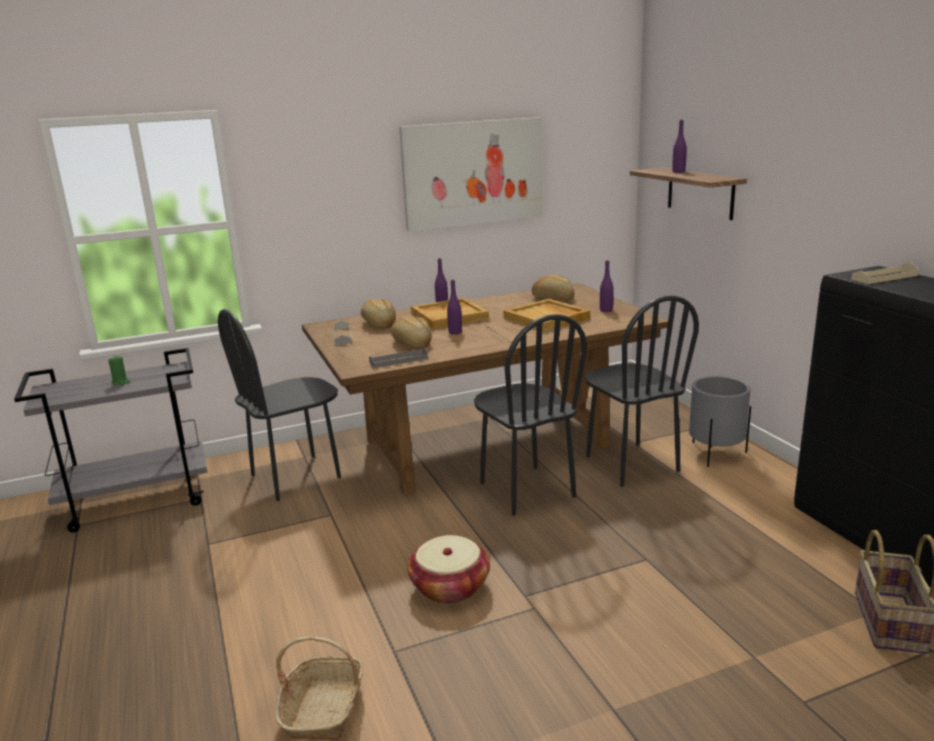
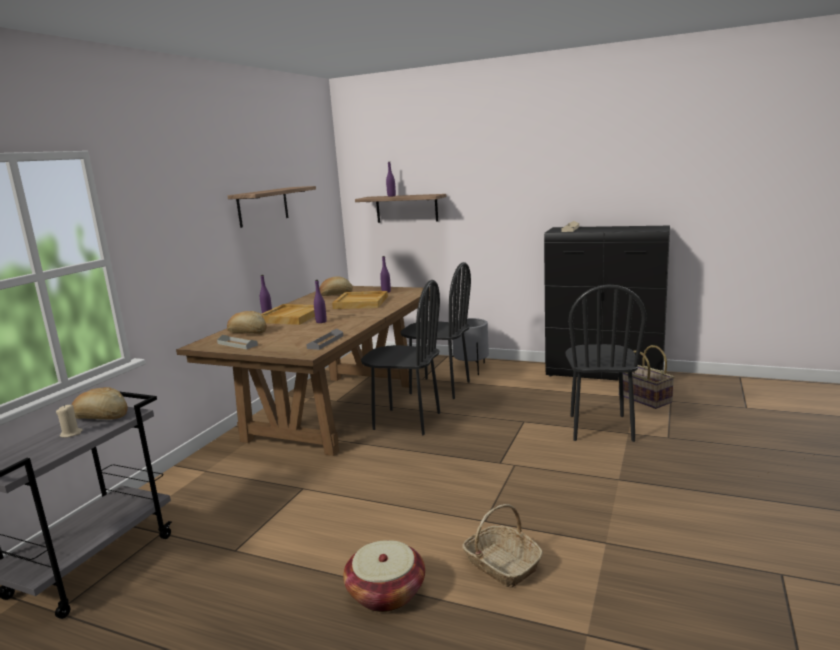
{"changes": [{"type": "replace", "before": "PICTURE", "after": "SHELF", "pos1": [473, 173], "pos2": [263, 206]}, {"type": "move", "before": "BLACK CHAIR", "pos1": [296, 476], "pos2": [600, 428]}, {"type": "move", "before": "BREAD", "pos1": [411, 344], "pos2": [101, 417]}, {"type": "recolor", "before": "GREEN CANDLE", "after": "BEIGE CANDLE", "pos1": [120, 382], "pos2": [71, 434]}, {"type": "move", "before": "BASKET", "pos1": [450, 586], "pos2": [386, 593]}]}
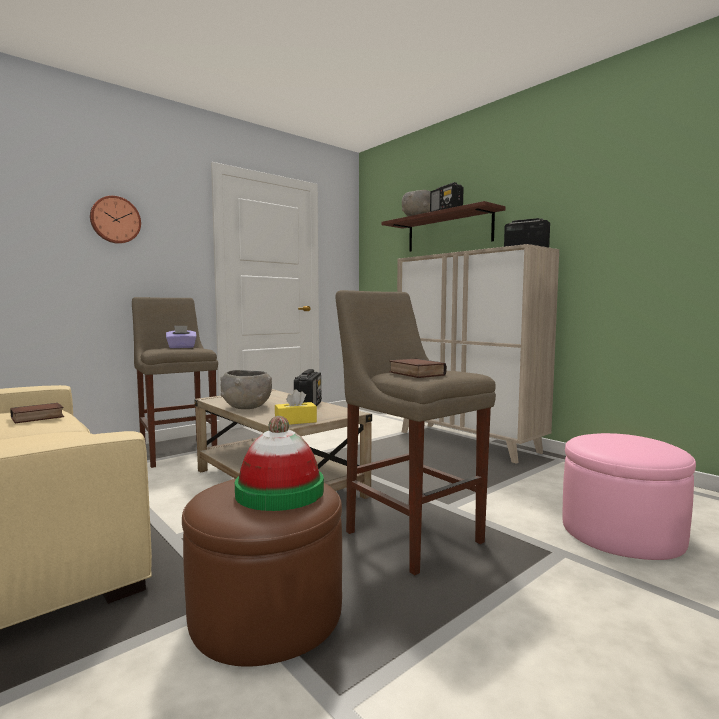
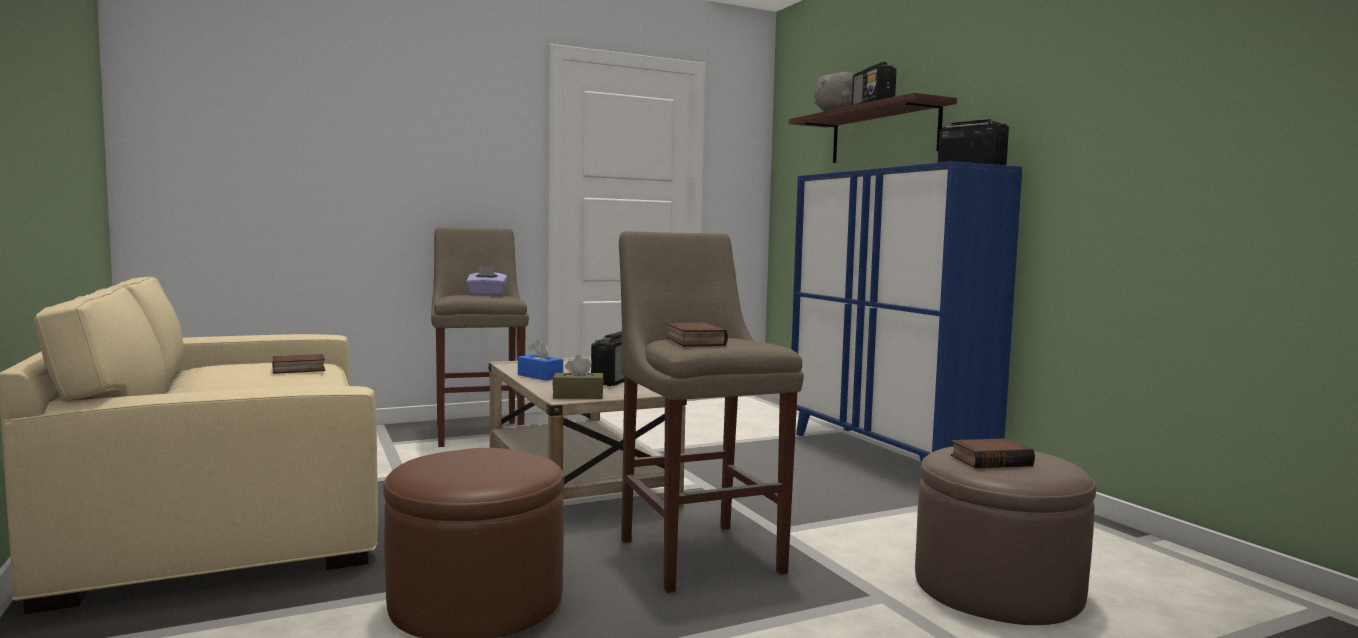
{"changes": [{"type": "delete", "before": "WALL CLOCK", "pos1": [115, 220]}, {"type": "recolor", "before": "BEIGE CABINET", "after": "BLUE CABINET", "pos1": [467, 442], "pos2": [884, 456]}, {"type": "replace", "before": "GREY BOWL", "after": "BLUE TISSUE BOX", "pos1": [247, 407], "pos2": [540, 376]}, {"type": "recolor", "before": "YELLOW TISSUE BOX", "after": "BROWN TISSUE BOX", "pos1": [295, 421], "pos2": [578, 396]}, {"type": "delete", "before": "HAT", "pos1": [280, 492]}, {"type": "recolor", "before": "PINK OTTOMAN", "after": "BROWN OTTOMAN", "pos1": [621, 532], "pos2": [997, 588]}, {"type": "insert", "after": "BOOK", "pos2": [990, 460]}]}
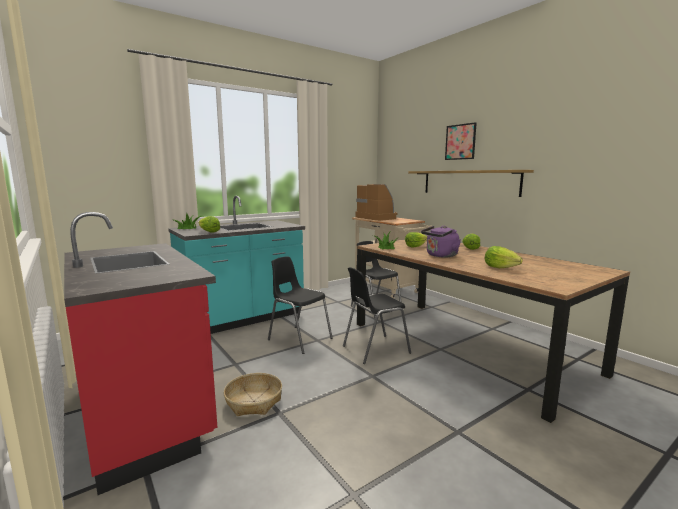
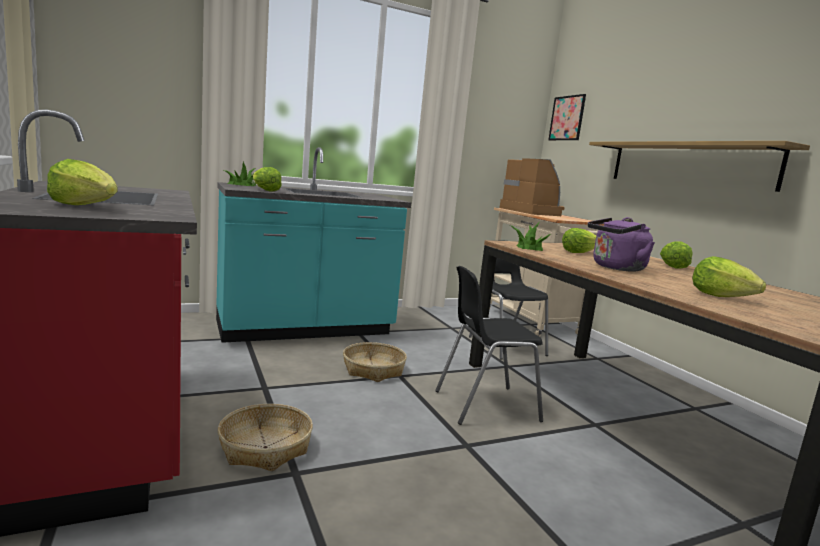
{"changes": [{"type": "move", "before": "PICTURE", "pos1": [460, 142], "pos2": [567, 118]}, {"type": "replace", "before": "BLACK CHAIR", "after": "BASKET", "pos1": [299, 339], "pos2": [373, 369]}, {"type": "insert", "after": "LETTUCE", "pos2": [86, 206]}]}
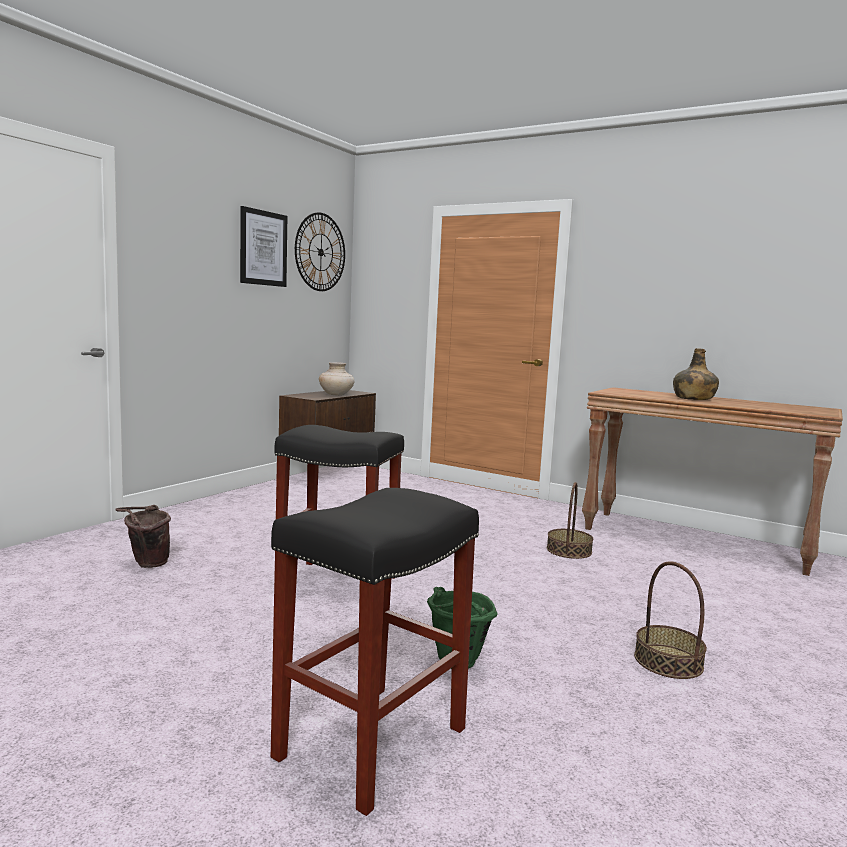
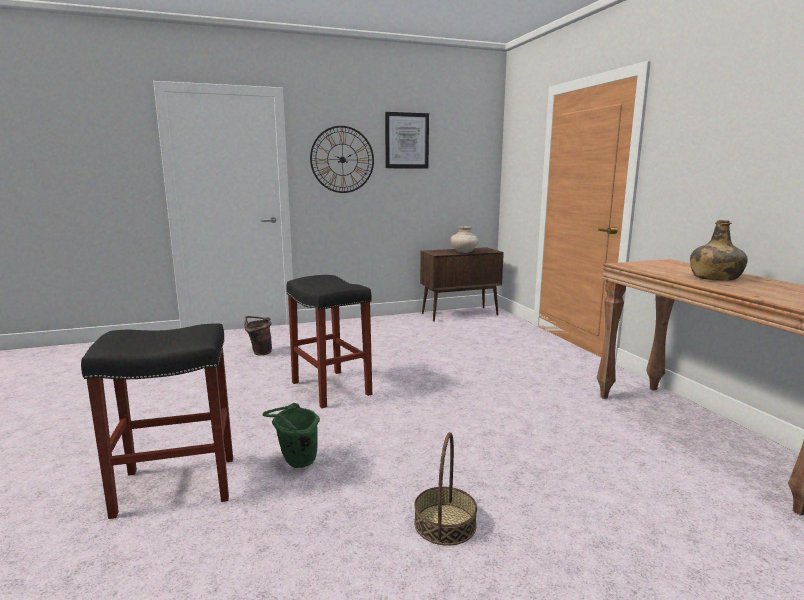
{"changes": [{"type": "move", "before": "WALL CLOCK", "pos1": [320, 252], "pos2": [342, 159]}, {"type": "delete", "before": "BASKET", "pos1": [568, 550]}]}
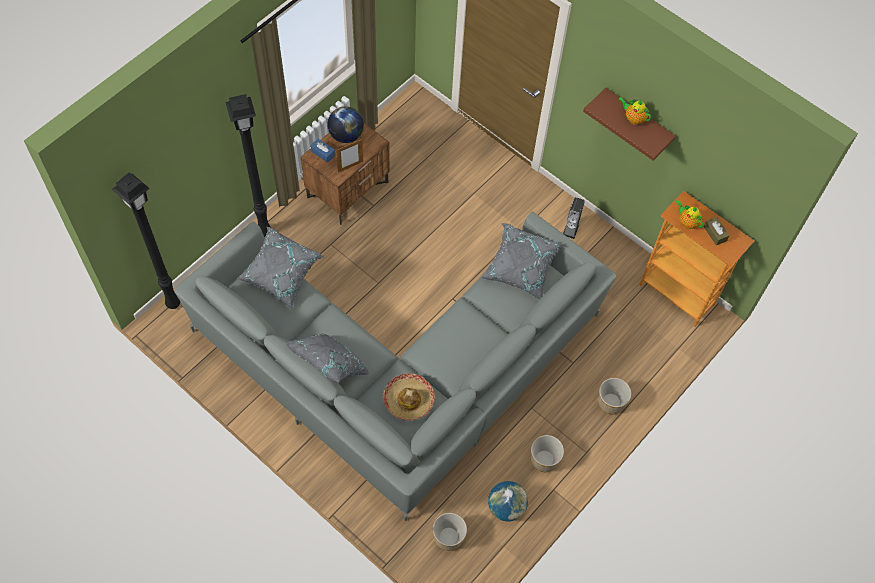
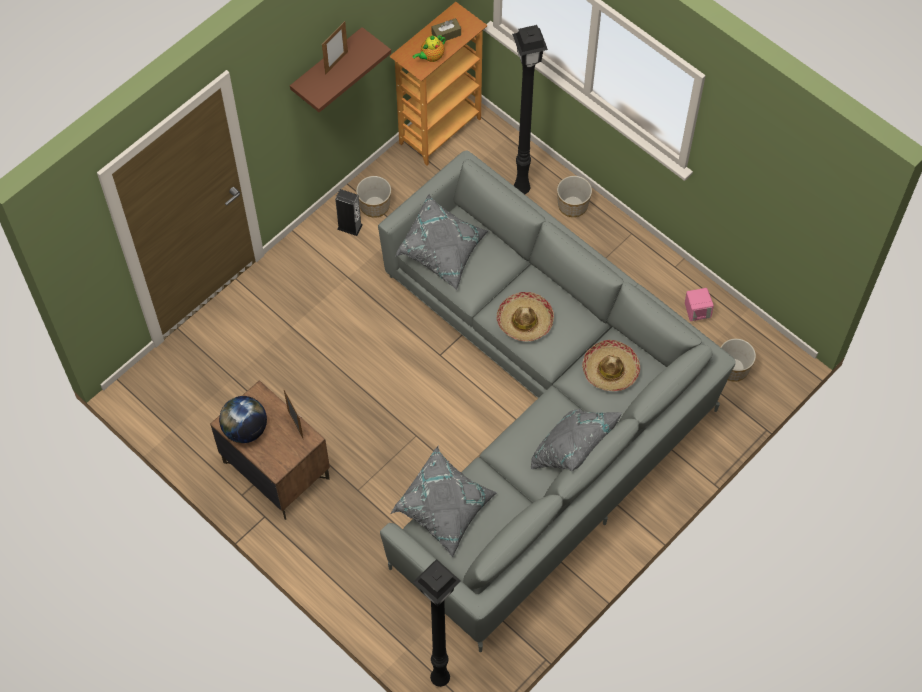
{"changes": [{"type": "move", "before": "BLACK FLOOR LAMP", "pos1": [265, 231], "pos2": [520, 189]}, {"type": "replace", "before": "TEAPOT", "after": "PICTURE FRAME", "pos1": [633, 118], "pos2": [336, 63]}, {"type": "delete", "before": "BLUE TISSUE BOX", "pos1": [323, 153]}, {"type": "move", "before": "PLANTER", "pos1": [544, 460], "pos2": [375, 206]}, {"type": "replace", "before": "GLOBE", "after": "PINK SPEAKER", "pos1": [506, 507], "pos2": [696, 312]}, {"type": "insert", "after": "HAT", "pos2": [525, 321]}]}
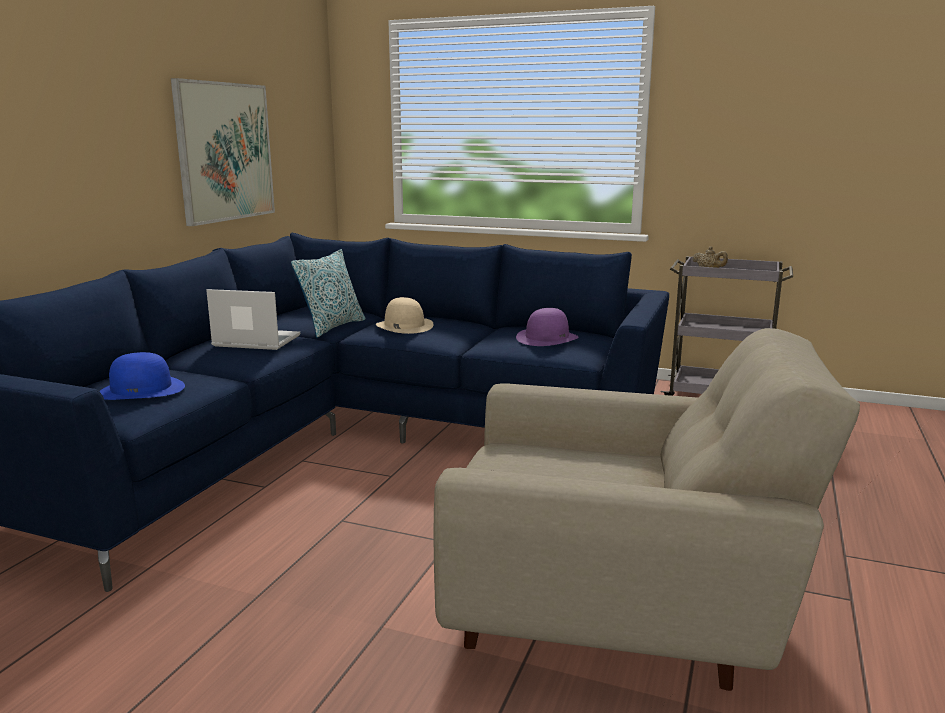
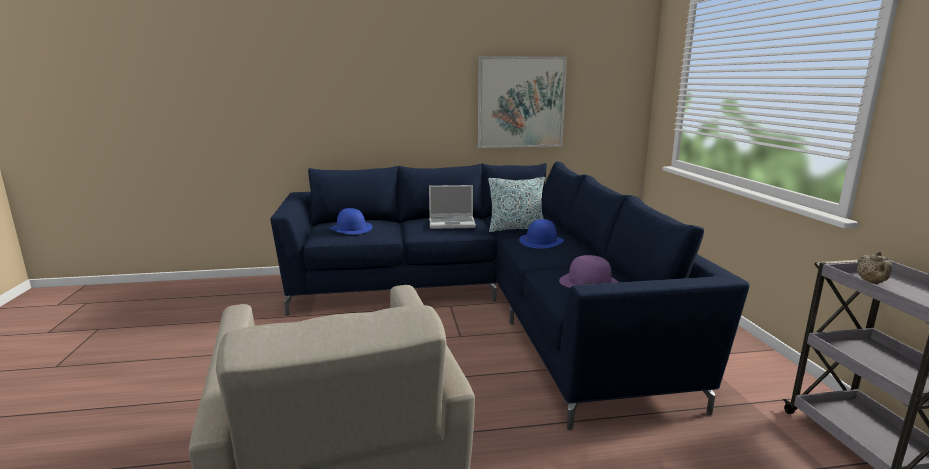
{"changes": [{"type": "rotate", "before": "LAPTOP", "pos1": [255, 341], "pos2": [452, 223], "turn": 105}, {"type": "recolor", "before": "BEIGE HAT", "after": "BLUE HAT", "pos1": [404, 326], "pos2": [541, 241]}]}
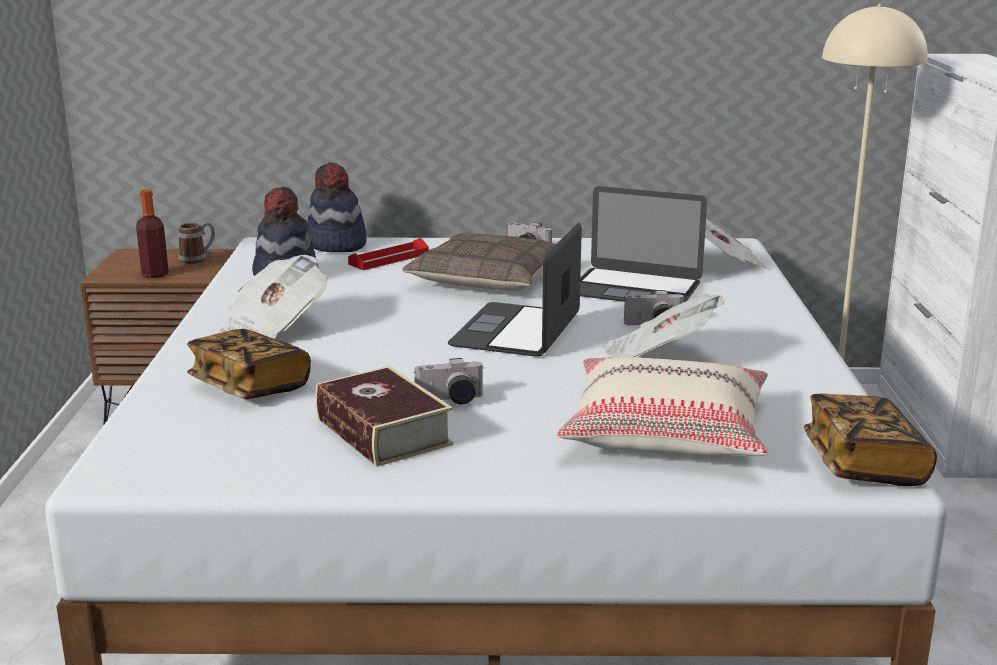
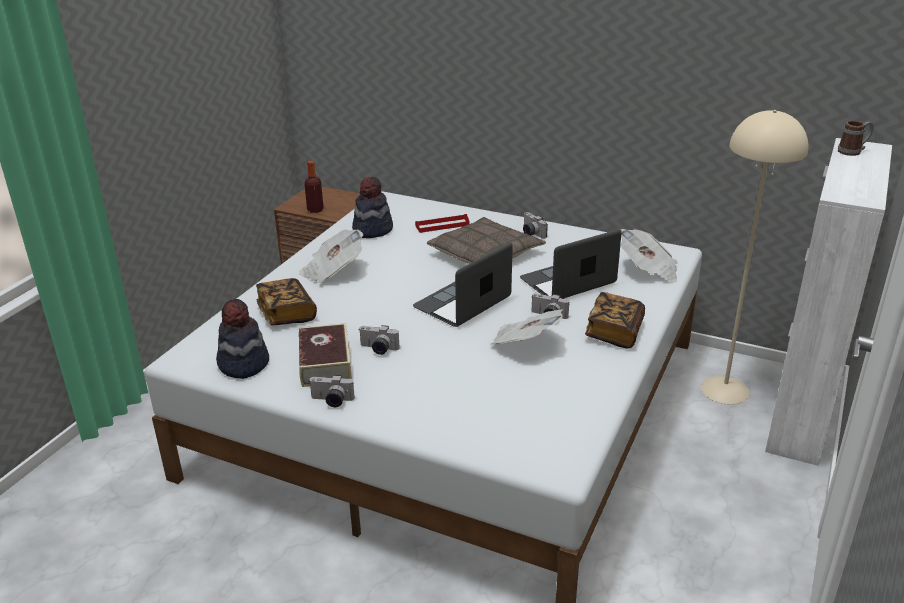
{"changes": [{"type": "move", "before": "HAT", "pos1": [336, 245], "pos2": [243, 363]}, {"type": "rotate", "before": "LAPTOP", "pos1": [635, 288], "pos2": [568, 281], "turn": 105}, {"type": "move", "before": "MUG", "pos1": [198, 259], "pos2": [853, 151]}, {"type": "delete", "before": "BEIGE PILLOW", "pos1": [666, 431]}, {"type": "move", "before": "BOOK", "pos1": [864, 464], "pos2": [614, 332]}, {"type": "insert", "after": "PHOTO CAMERA", "pos2": [331, 401]}]}
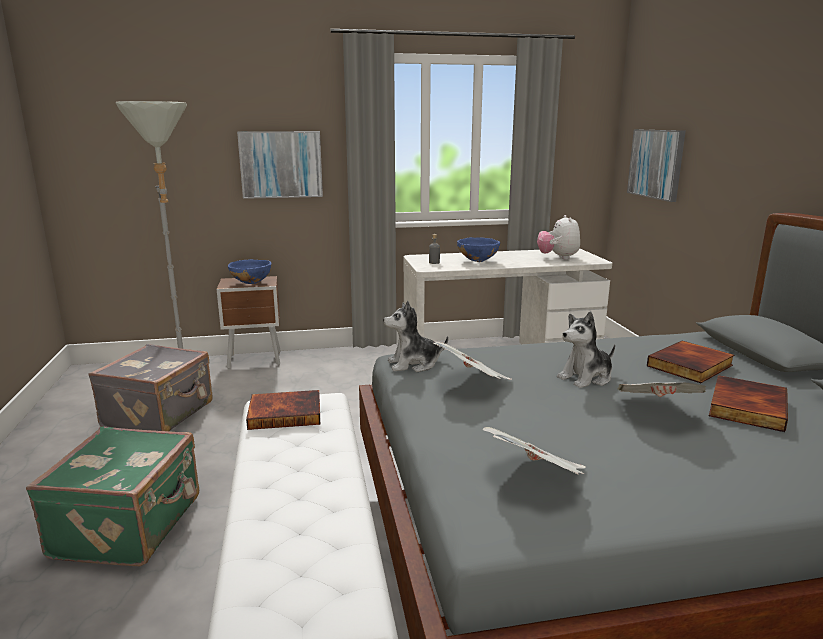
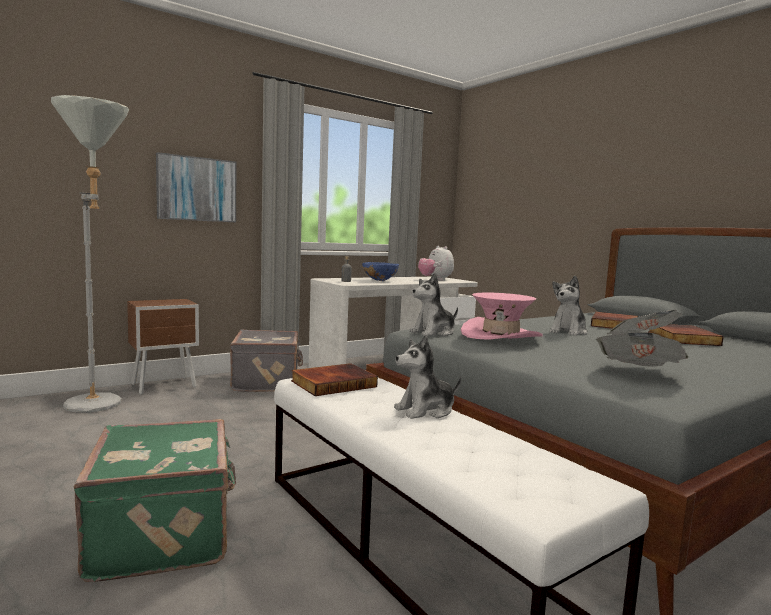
{"changes": [{"type": "delete", "before": "PICTURE", "pos1": [656, 164]}, {"type": "delete", "before": "BLUE BOWL", "pos1": [251, 283]}, {"type": "replace", "before": "NEWSPAPER", "after": "PINK HAT", "pos1": [471, 380], "pos2": [500, 335]}, {"type": "move", "before": "GREY SUITCASE", "pos1": [160, 415], "pos2": [267, 382]}, {"type": "insert", "after": "PLUSH TOY", "pos2": [426, 410]}]}
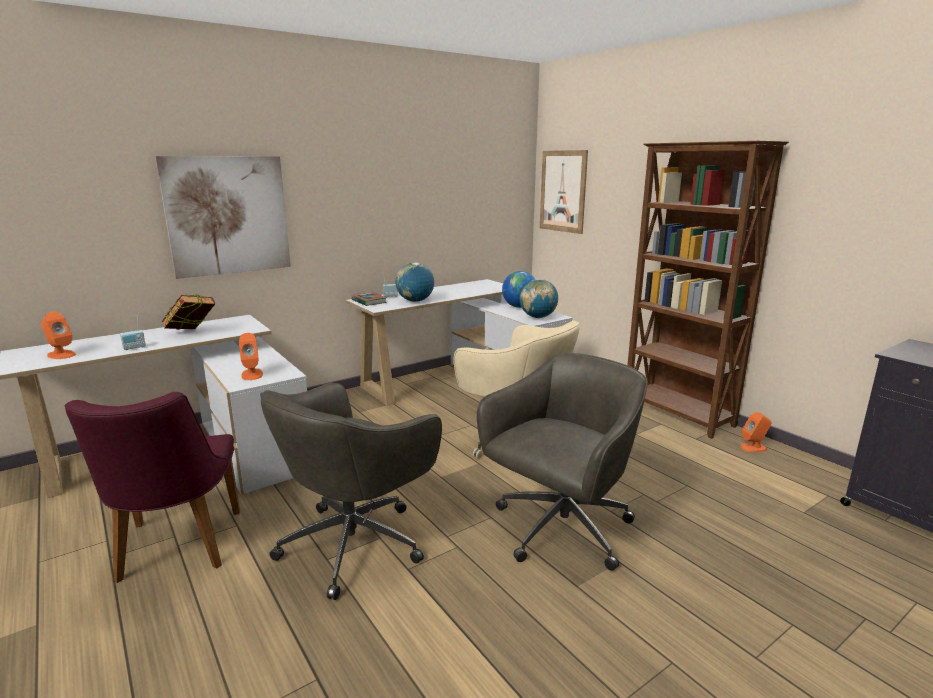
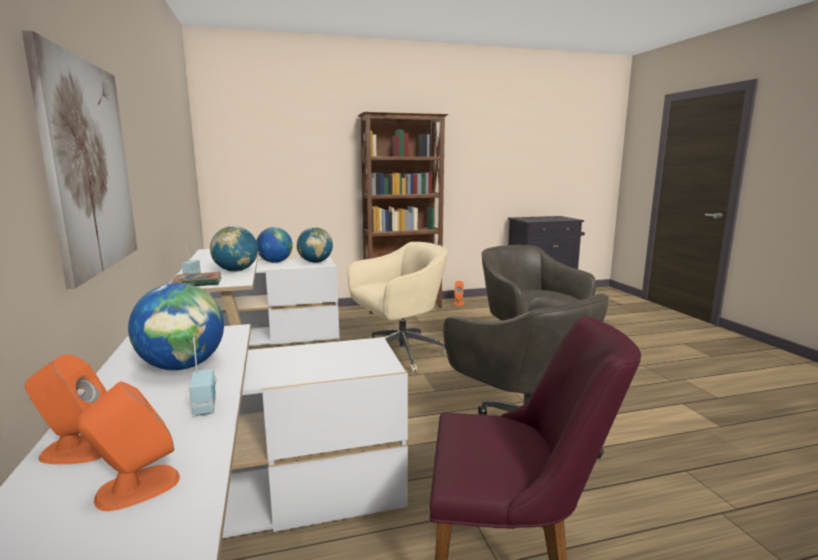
{"changes": [{"type": "delete", "before": "PICTURE", "pos1": [563, 191]}, {"type": "replace", "before": "BOOK", "after": "GLOBE", "pos1": [192, 333], "pos2": [183, 366]}, {"type": "move", "before": "ORANGE SPEAKER", "pos1": [252, 374], "pos2": [77, 450]}]}
